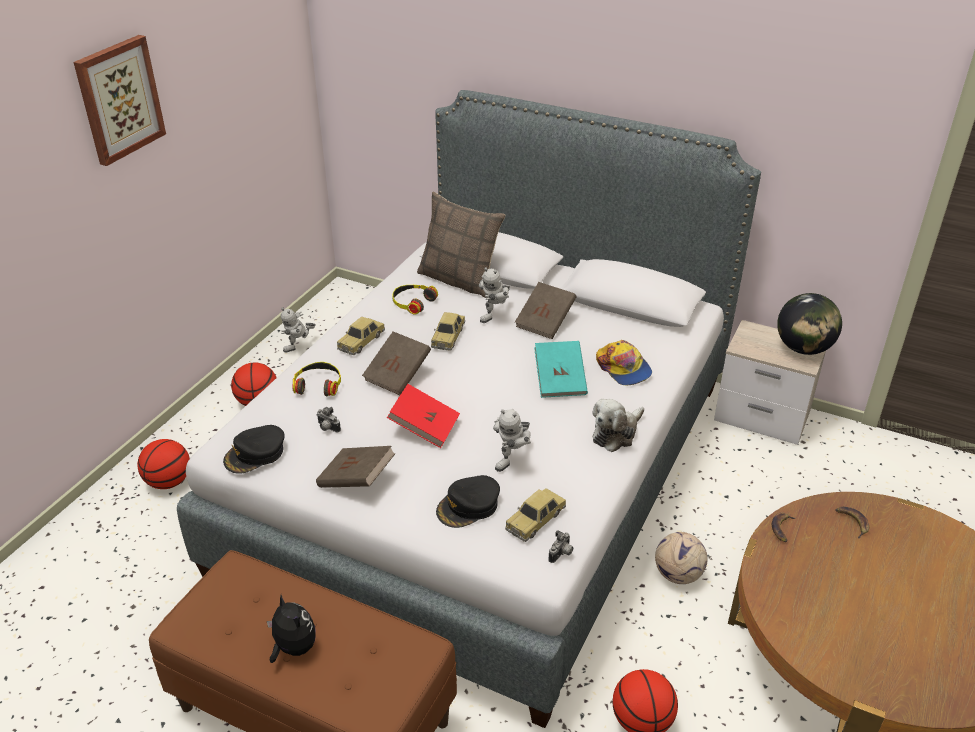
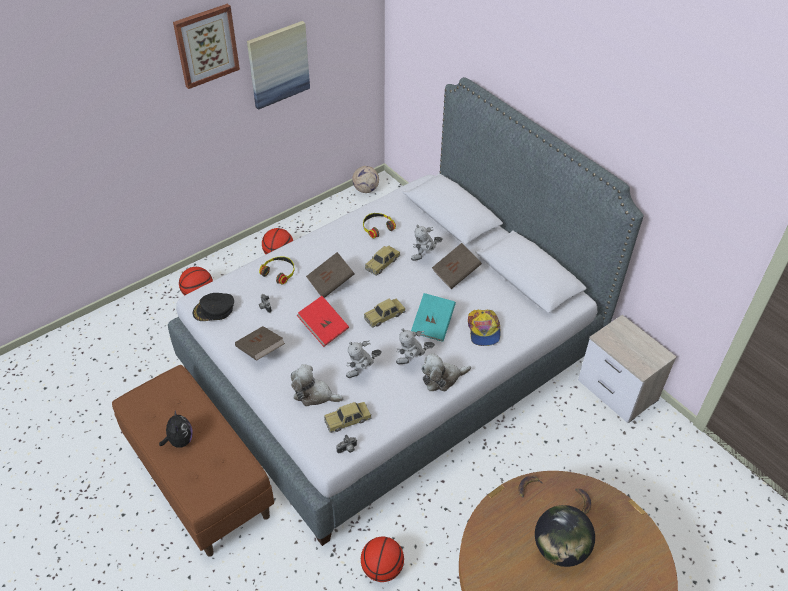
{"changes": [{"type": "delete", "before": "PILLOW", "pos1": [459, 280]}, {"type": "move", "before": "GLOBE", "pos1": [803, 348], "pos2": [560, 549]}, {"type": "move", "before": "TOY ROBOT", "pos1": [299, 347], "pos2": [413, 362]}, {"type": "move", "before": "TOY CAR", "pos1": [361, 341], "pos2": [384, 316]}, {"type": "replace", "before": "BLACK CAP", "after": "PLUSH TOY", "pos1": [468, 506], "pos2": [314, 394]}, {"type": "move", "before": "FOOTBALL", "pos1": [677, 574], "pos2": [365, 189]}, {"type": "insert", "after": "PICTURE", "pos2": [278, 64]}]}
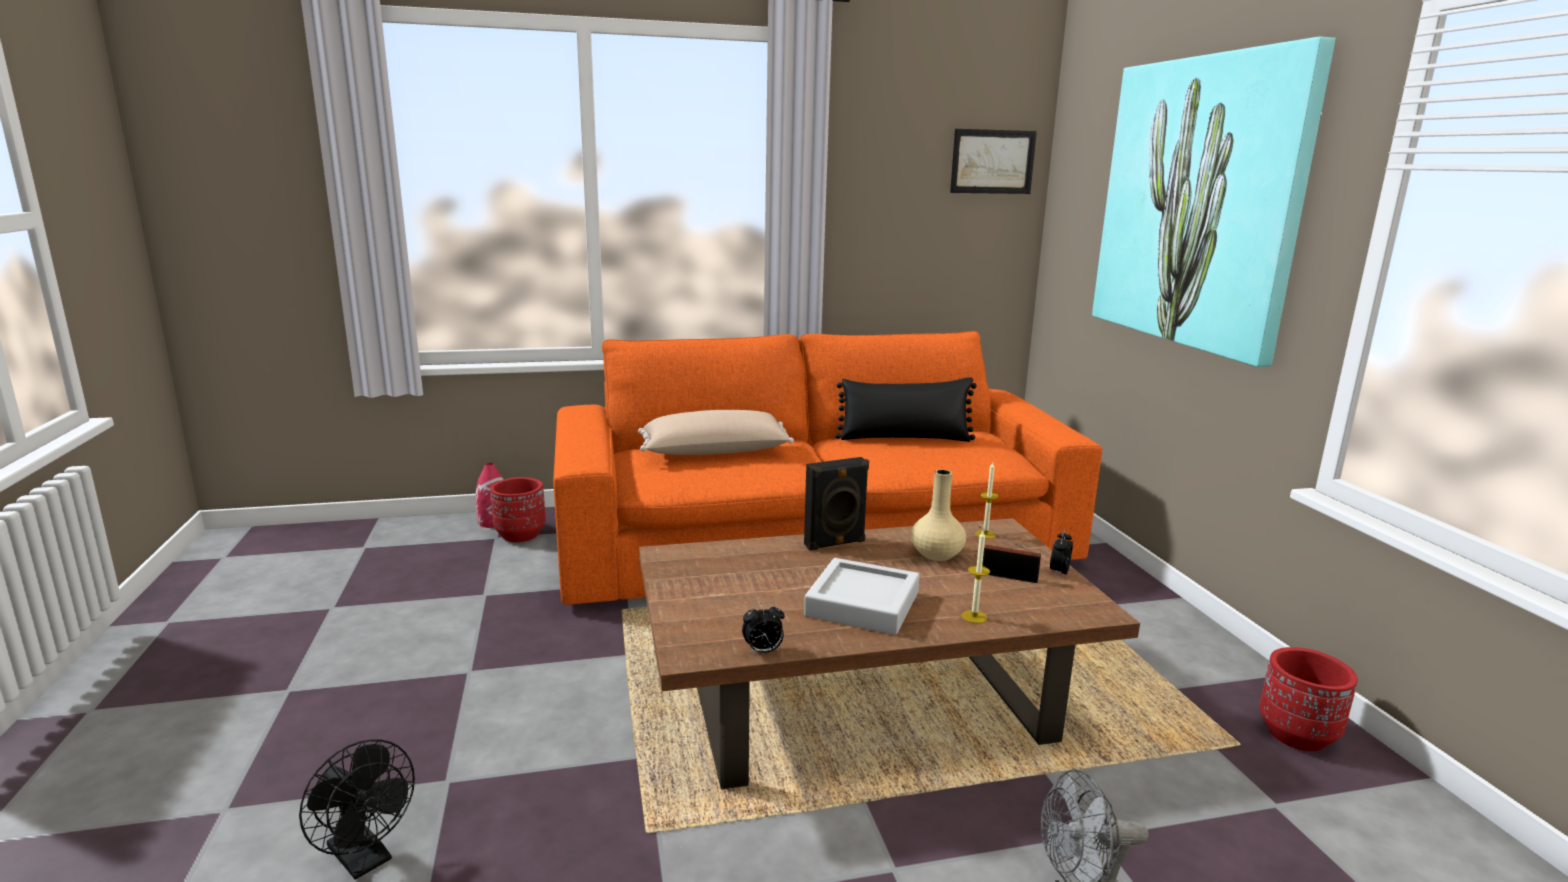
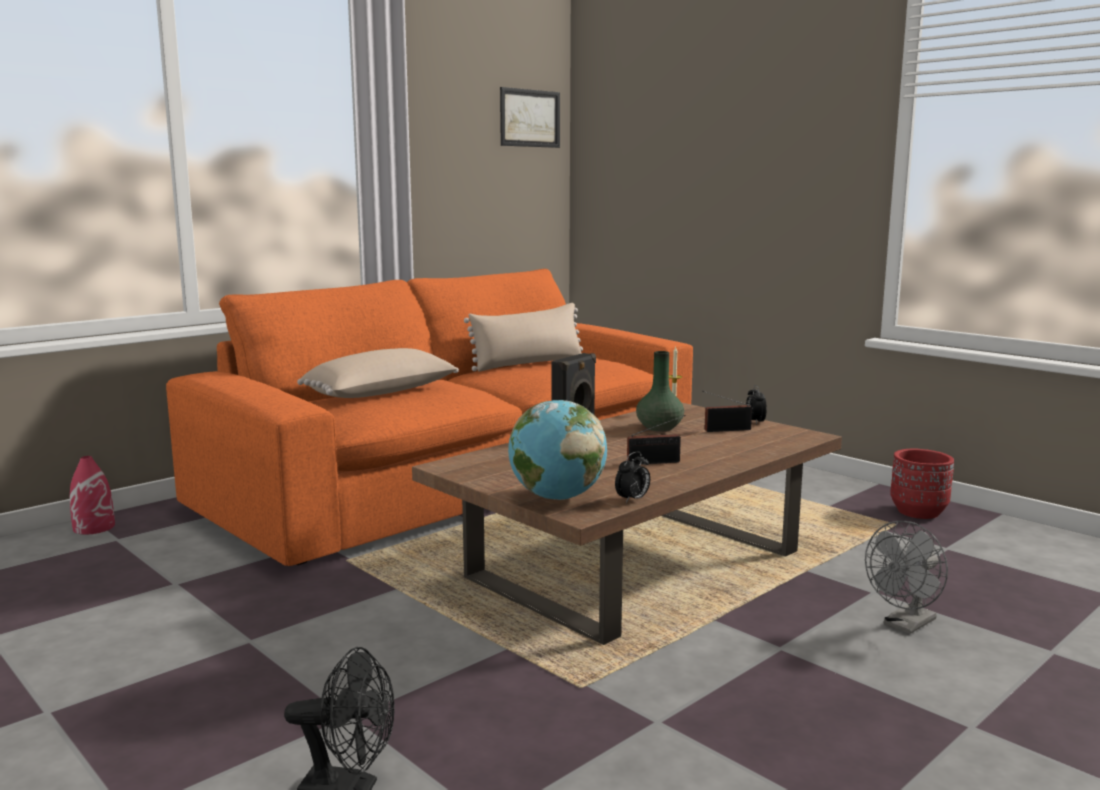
{"changes": [{"type": "delete", "before": "PICTURE", "pos1": [1199, 203]}, {"type": "recolor", "before": "BLACK PILLOW", "after": "BEIGE PILLOW", "pos1": [905, 438], "pos2": [528, 364]}, {"type": "recolor", "before": "BEIGE VASE", "after": "GREEN VASE", "pos1": [936, 555], "pos2": [660, 428]}, {"type": "delete", "before": "RED PLANTER", "pos1": [520, 535]}, {"type": "delete", "before": "CANDLE", "pos1": [974, 617]}, {"type": "replace", "before": "GREY TRAY", "after": "RADIO", "pos1": [862, 604], "pos2": [656, 462]}, {"type": "insert", "after": "GLOBE", "pos2": [557, 497]}]}
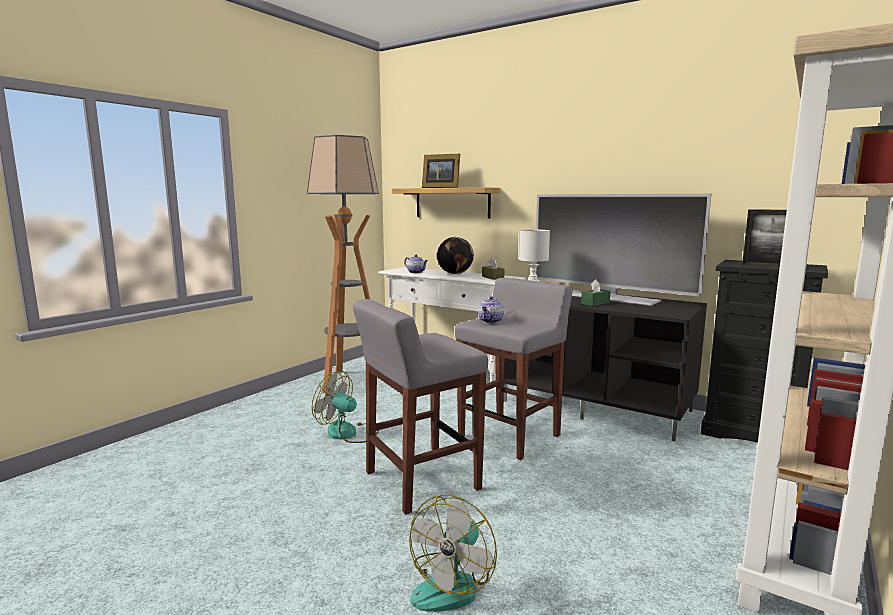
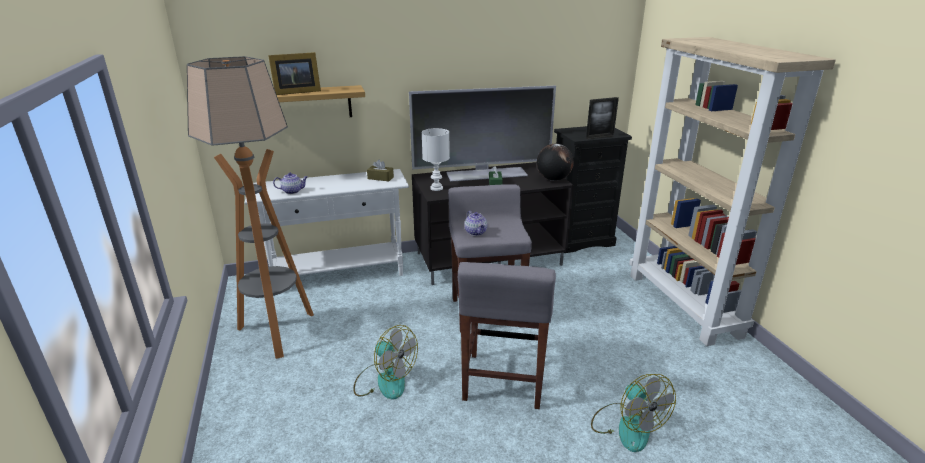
{"changes": [{"type": "move", "before": "GLOBE", "pos1": [455, 273], "pos2": [553, 179]}, {"type": "rotate", "before": "FAN", "pos1": [348, 433], "pos2": [384, 380], "turn": -120}]}
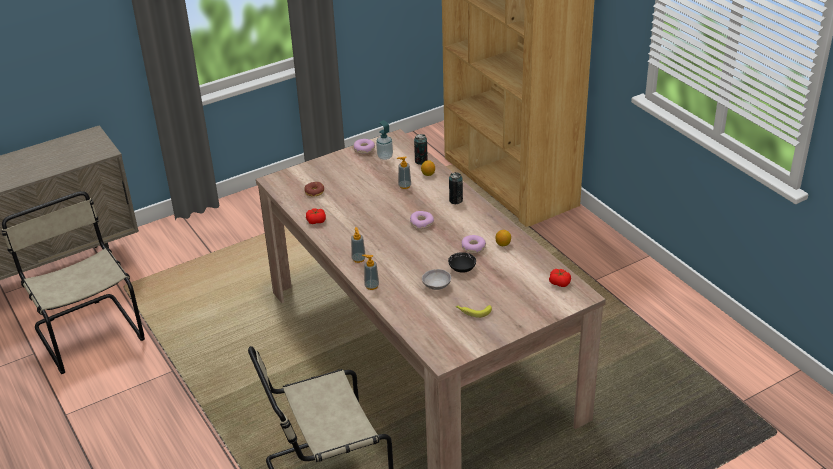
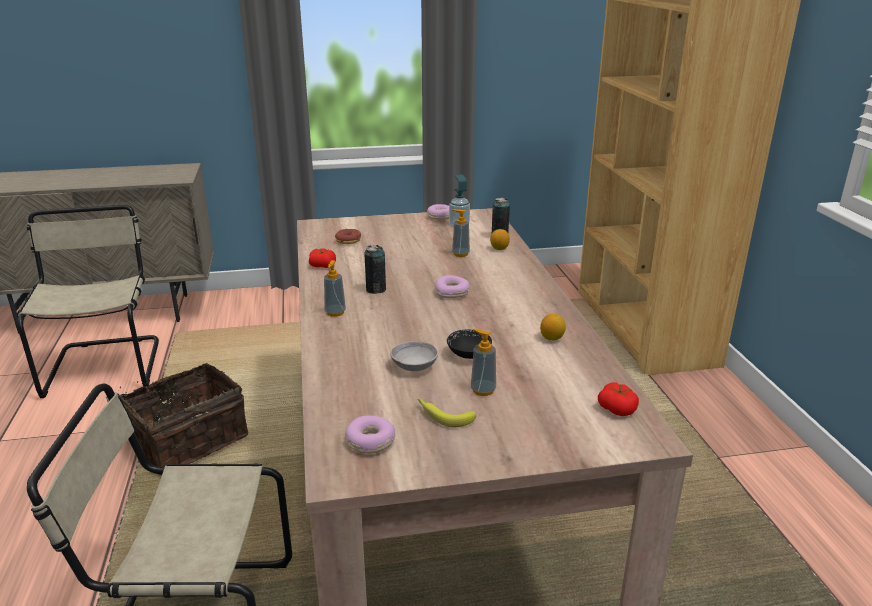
{"changes": [{"type": "move", "before": "CAN", "pos1": [456, 200], "pos2": [376, 290]}, {"type": "move", "before": "DONUT", "pos1": [473, 248], "pos2": [370, 442]}, {"type": "move", "before": "SOAP DISPENSER", "pos1": [371, 286], "pos2": [483, 390]}, {"type": "insert", "after": "BASKET", "pos2": [188, 440]}]}
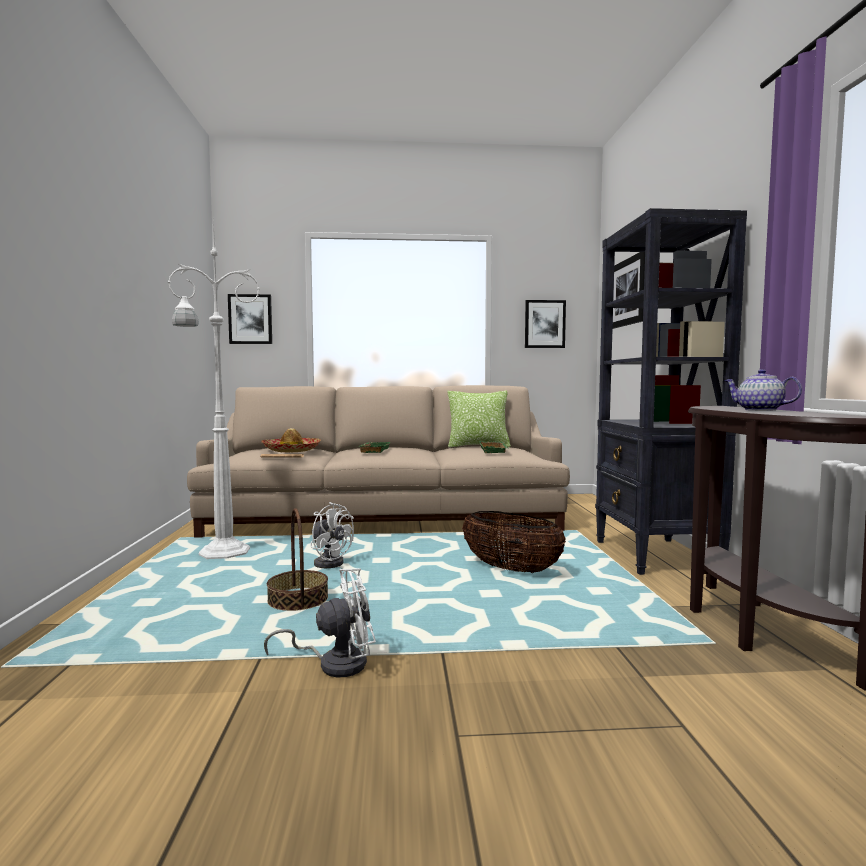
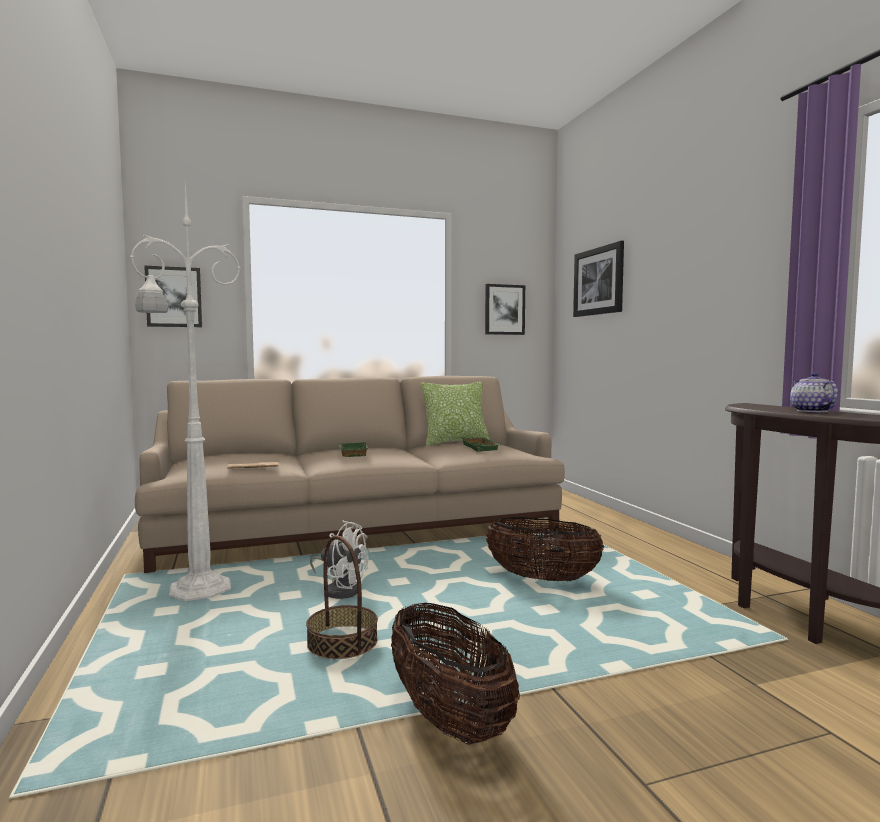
{"changes": [{"type": "delete", "before": "BLACK BOOKCASE", "pos1": [656, 556]}, {"type": "rotate", "before": "TEAPOT", "pos1": [759, 410], "pos2": [811, 411], "turn": 60}, {"type": "delete", "before": "HAT", "pos1": [291, 450]}, {"type": "replace", "before": "WHITE FAN", "after": "BASKET", "pos1": [334, 663], "pos2": [449, 719]}]}
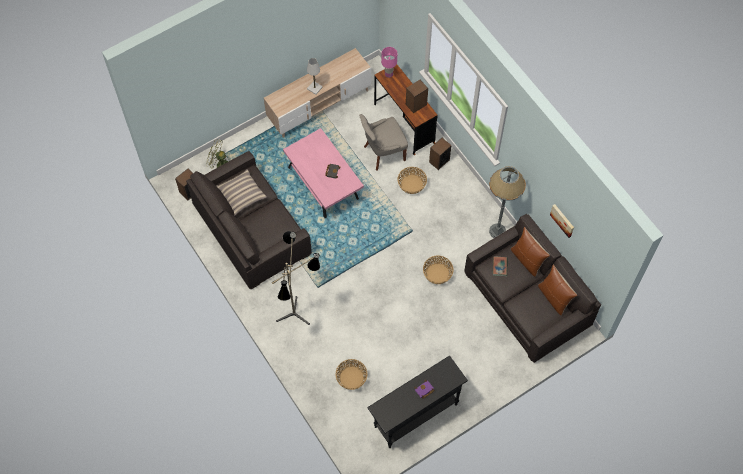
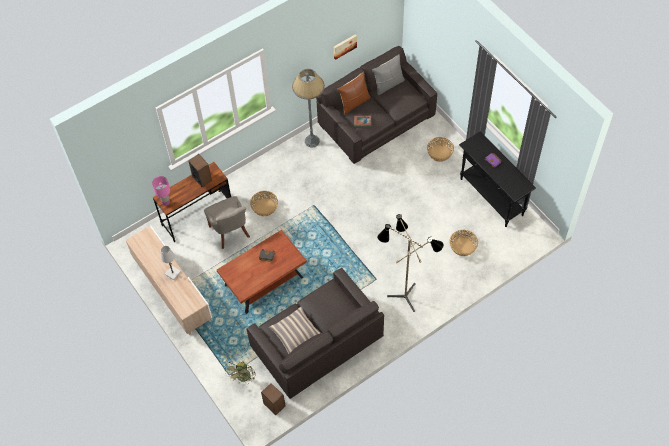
{"changes": [{"type": "recolor", "before": "PINK COFFEE TABLE", "after": "BROWN COFFEE TABLE", "pos1": [323, 183], "pos2": [264, 281]}, {"type": "delete", "before": "SPEAKER", "pos1": [439, 161]}, {"type": "move", "before": "BASKET", "pos1": [437, 273], "pos2": [439, 153]}, {"type": "recolor", "before": "BROWN PILLOW", "after": "GREY PILLOW", "pos1": [554, 297], "pos2": [388, 84]}]}
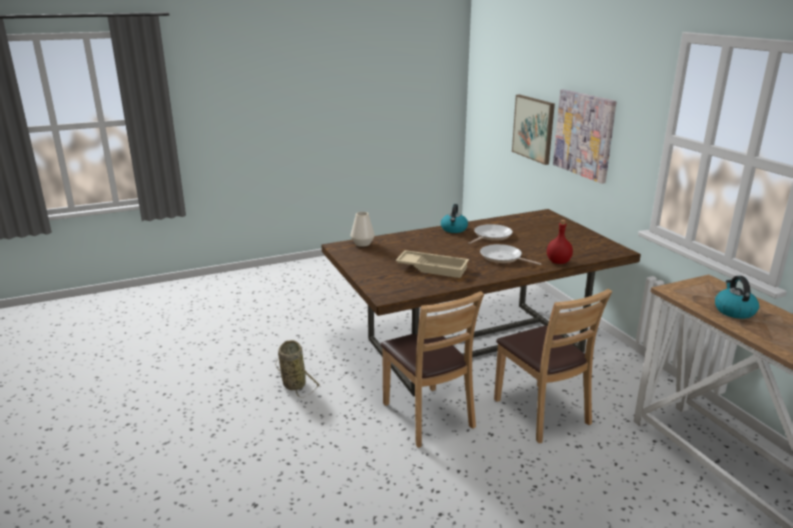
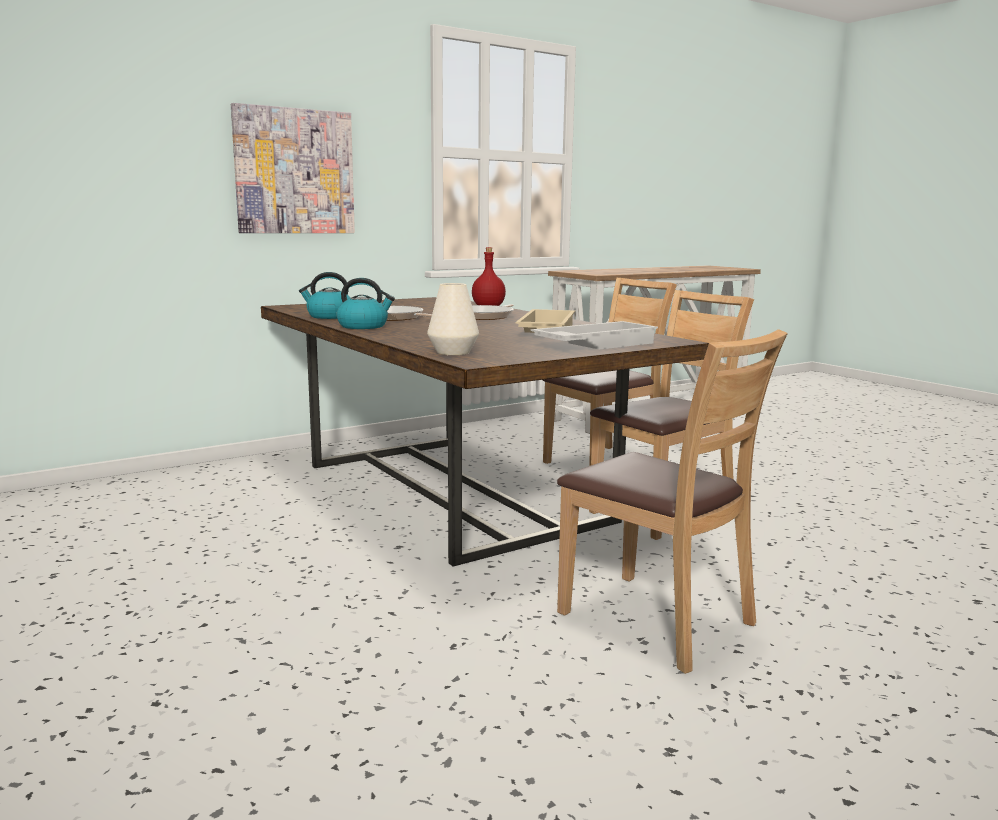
{"changes": [{"type": "delete", "before": "PICTURE", "pos1": [533, 128]}, {"type": "move", "before": "KETTLE", "pos1": [734, 311], "pos2": [329, 316]}, {"type": "replace", "before": "BASKET", "after": "BROWN CHAIR", "pos1": [293, 383], "pos2": [657, 620]}, {"type": "insert", "after": "WHITE TRAY", "pos2": [594, 344]}]}
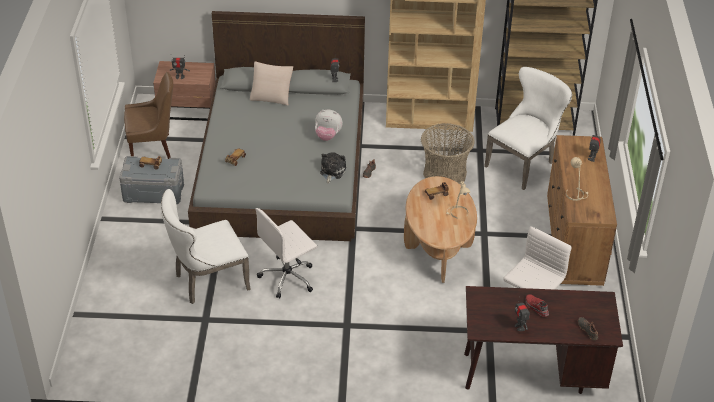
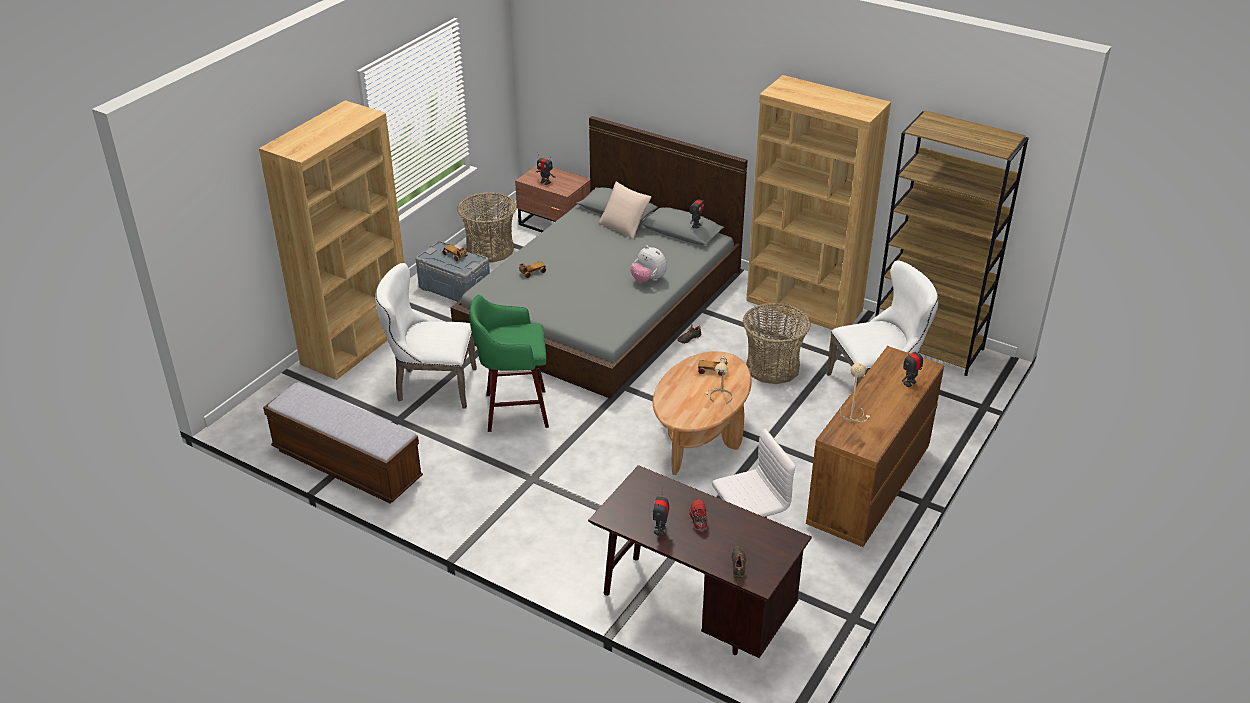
{"changes": [{"type": "replace", "before": "BROWN CHAIR", "after": "BASKET", "pos1": [153, 148], "pos2": [490, 249]}, {"type": "delete", "before": "PLUSH TOY", "pos1": [332, 172]}, {"type": "replace", "before": "WHITE OFFICE CHAIR", "after": "GREEN STOOL", "pos1": [288, 277], "pos2": [514, 410]}, {"type": "insert", "after": "BROWN BOOKCASE", "pos2": [357, 343]}, {"type": "insert", "after": "BENCH", "pos2": [347, 464]}]}
